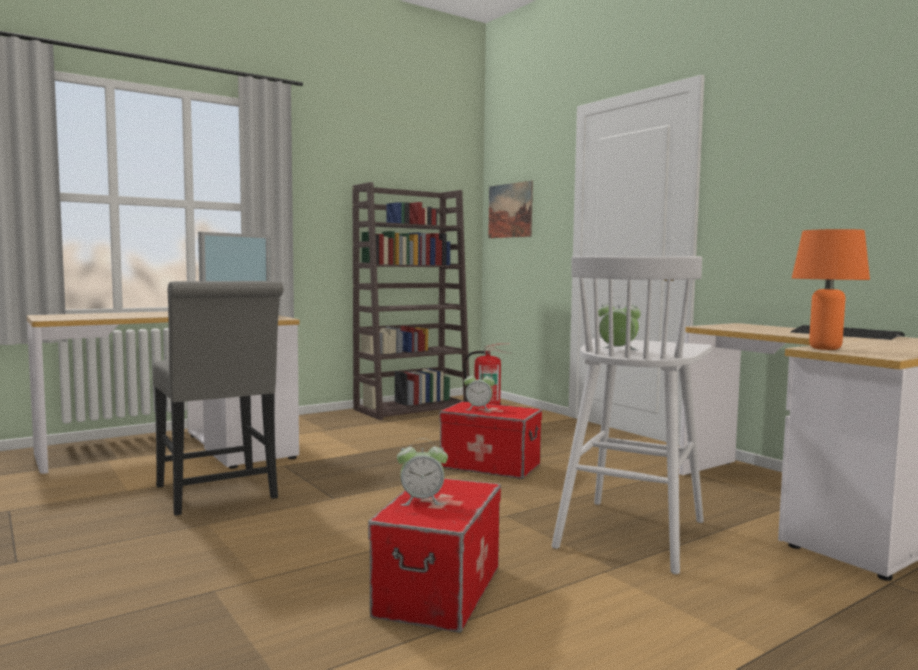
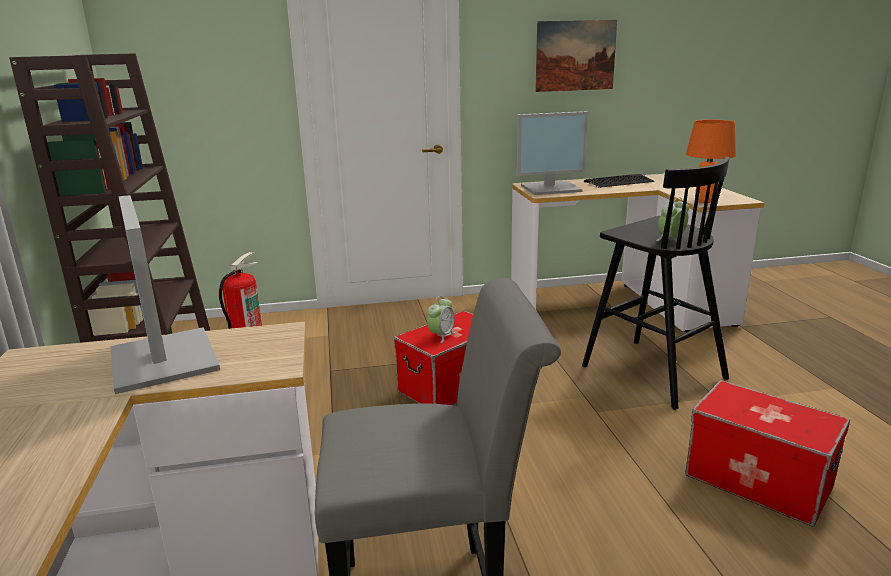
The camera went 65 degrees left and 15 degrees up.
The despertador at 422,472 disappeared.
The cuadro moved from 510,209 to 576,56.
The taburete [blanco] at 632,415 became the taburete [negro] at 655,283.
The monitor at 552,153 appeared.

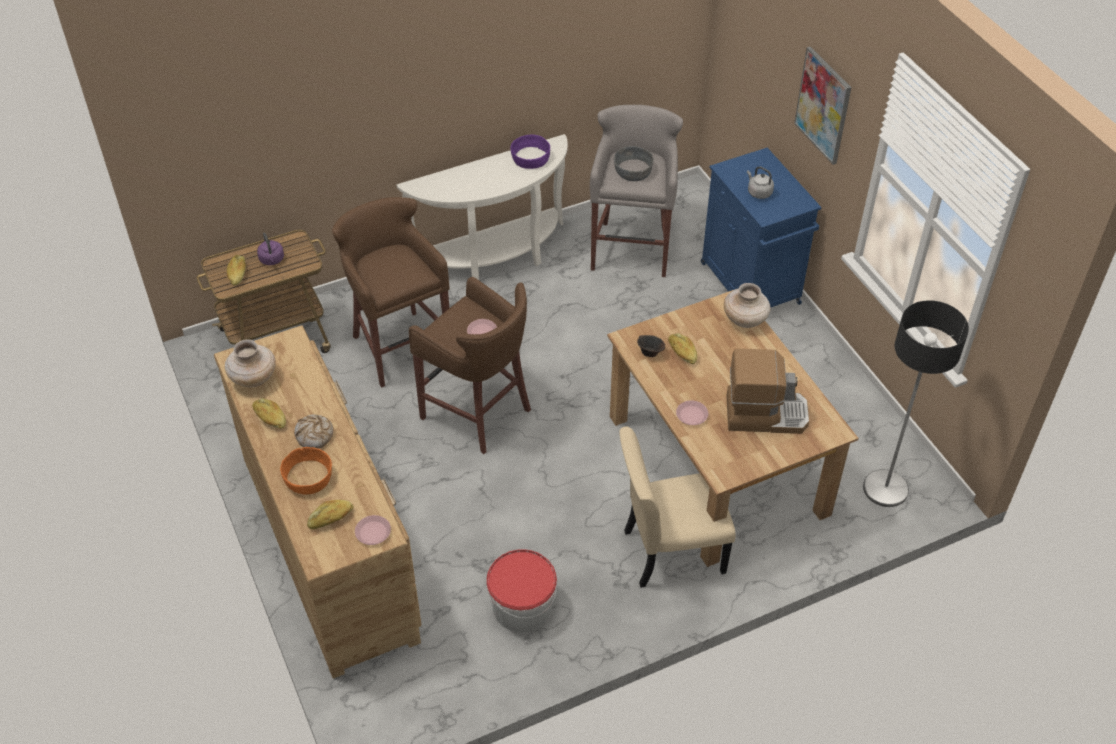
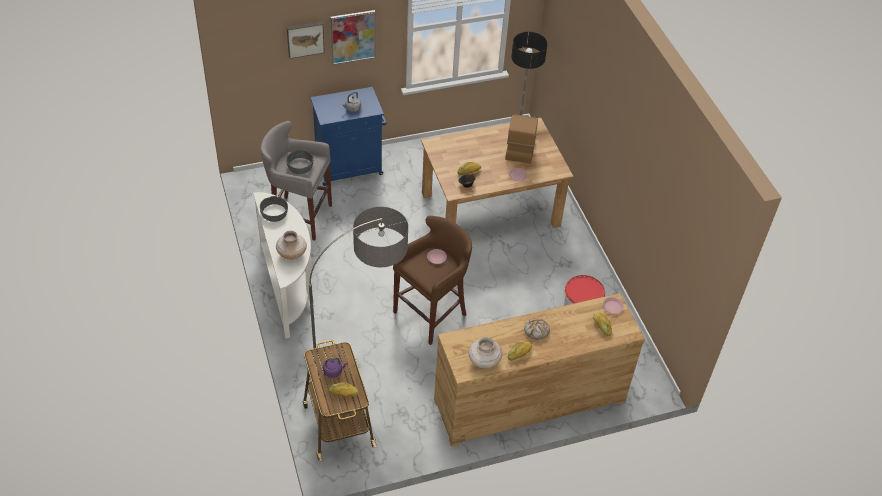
The camera went 85 degrees left and 0 degrees up.
The cuenco [naranja] at 306,470 disappeared.
The taburete [marrón] at 391,292 was replaced by the lámpara de pie at 358,291.
The cuenco [morado] at 530,152 became the cuenco [gris] at 274,209.
The silla [beis] at 677,507 disappeared.
The florero [beis] moved from 747,305 to 291,245.
The cuadro at 306,40 appeared.

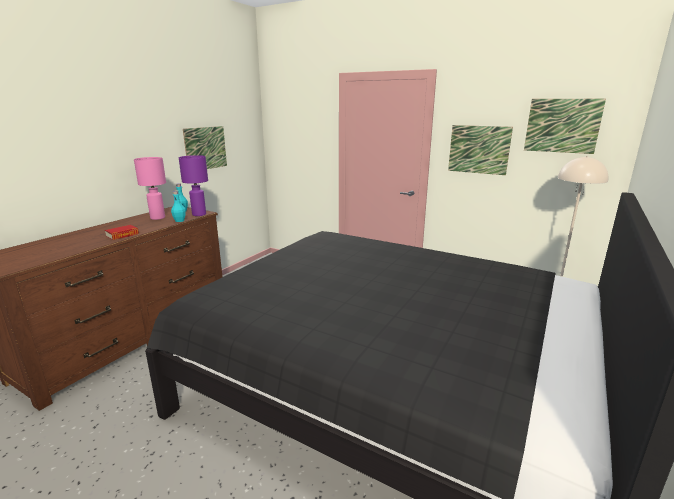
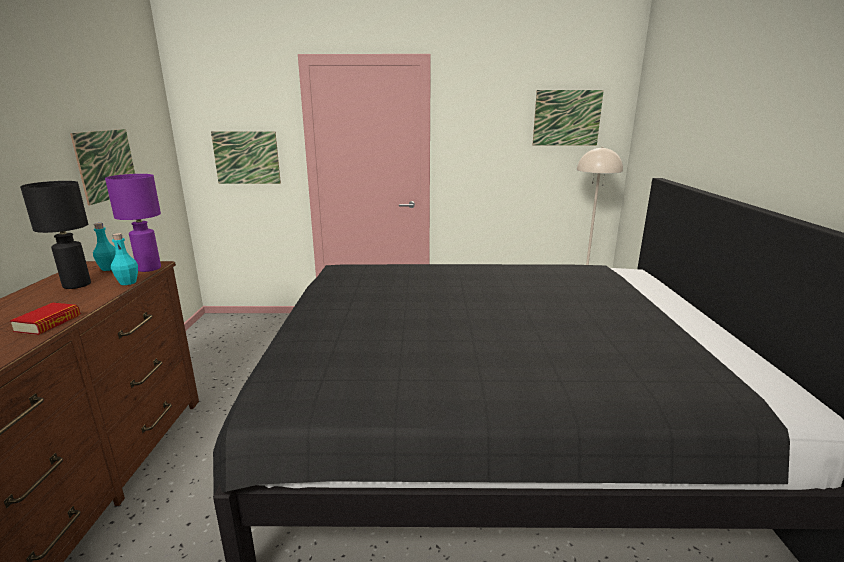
The camera went 30 degrees left and 0 degrees up.
The lámpara de mesa [rosa] at 150,188 became the lámpara de mesa [negro] at 55,235.
The cuadro moved from 480,150 to 246,157.

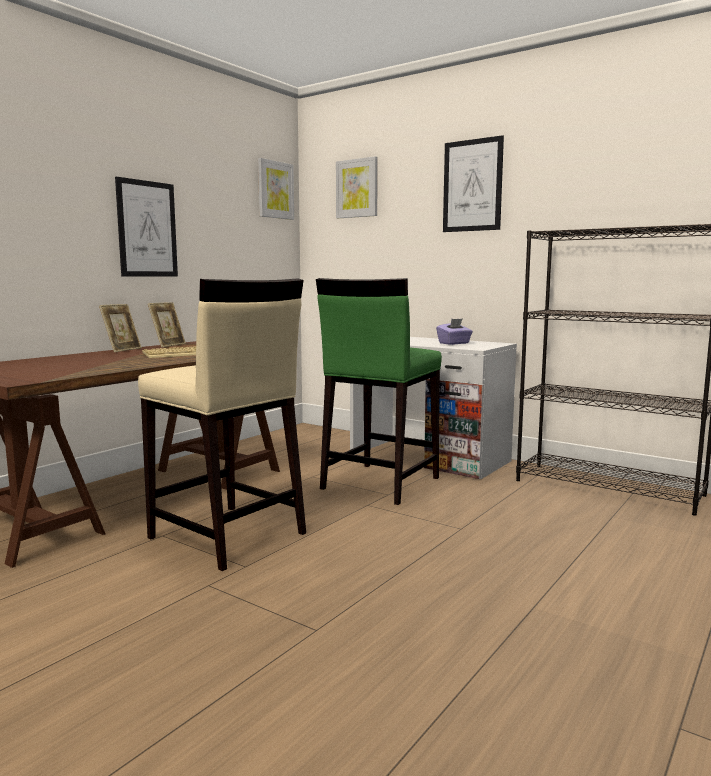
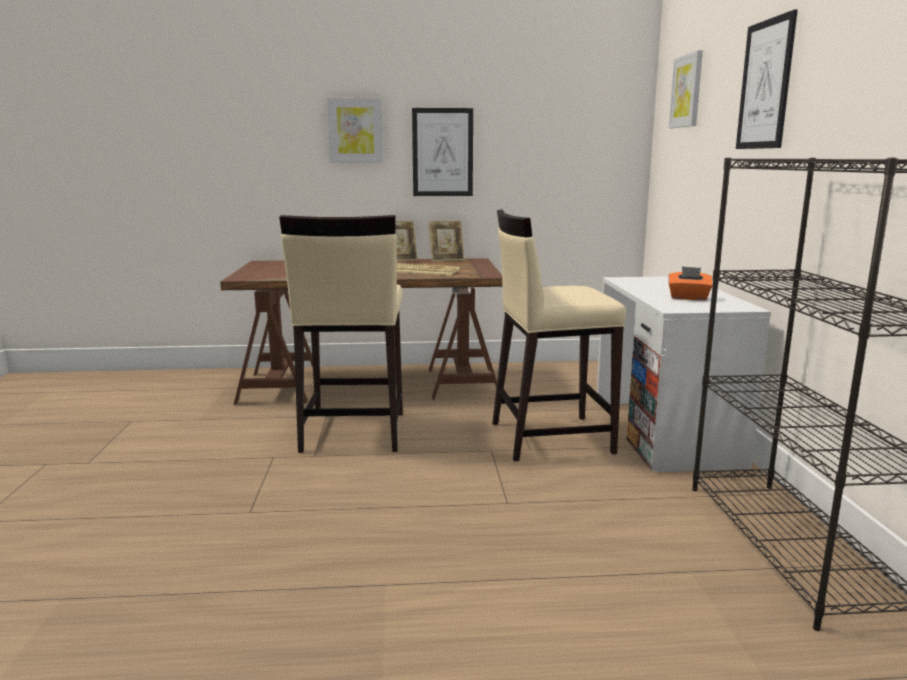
The camera went 50 degrees right and 5 degrees up.
The cuadro moved from 276,189 to 355,130.
The taburete [verde] at 379,391 became the taburete [beis] at 559,335.
The caja de pañuelos [morado] at 454,332 became the caja de pañuelos [naranja] at 691,283.

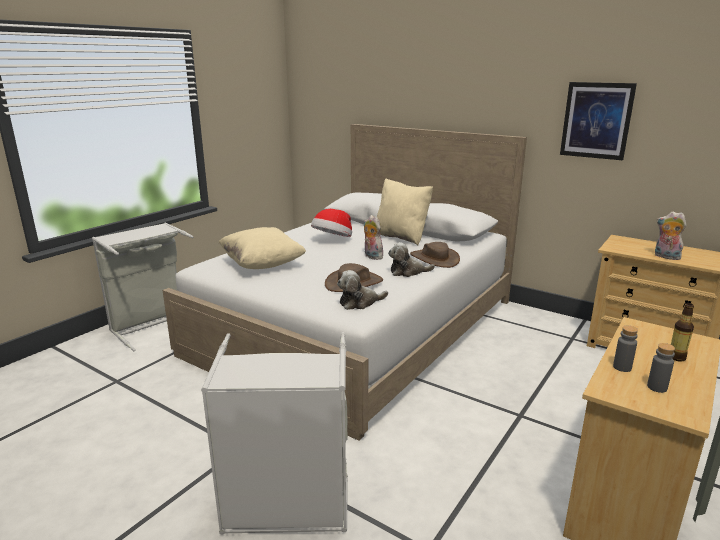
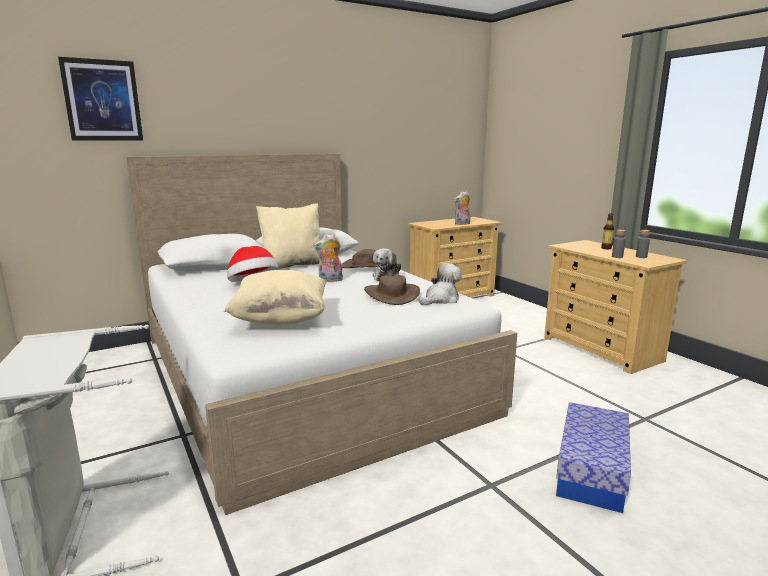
The camera went 65 degrees left and 5 degrees down.
The cesto de la ropa [gris] at 274,433 was replaced by the caja de almacenaje at 593,457.
The peluche at 362,290 turned 135 degrees counterclockwise.
The cuadro moved from 598,121 to 100,99.

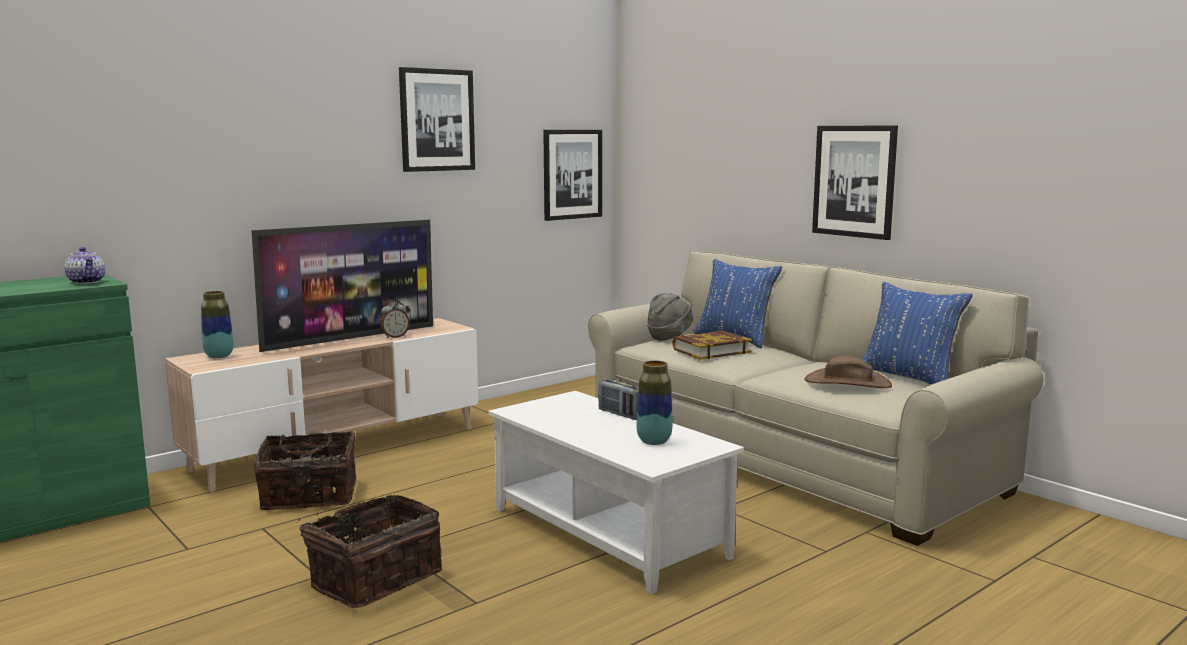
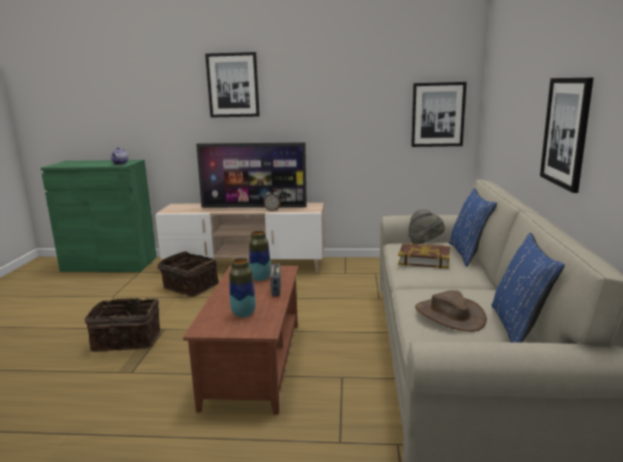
The camera went 45 degrees right and 5 degrees up.
The florero moved from 217,324 to 260,256.
The cuadro moved from 437,119 to 232,85.
The mesa de centro [blanco] at 616,493 became the mesa de centro [marrón] at 241,340.

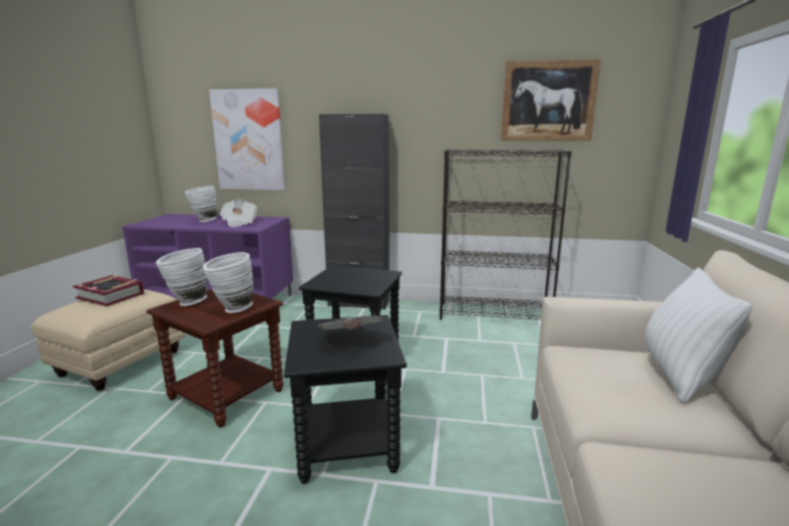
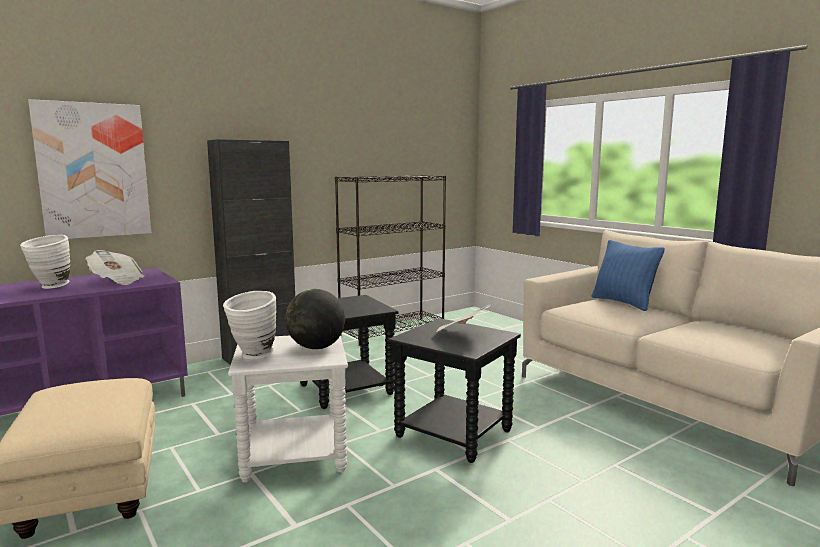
The camera went 45 degrees left and 5 degrees down.
The libro at 108,290 disappeared.
The mesa auxiliar [marrón] at 215,358 became the mesa auxiliar [blanco] at 288,409.
The florero [blanco] at 228,282 was replaced by the globo terráqueo at 315,319.
The cuadro at 551,100 disappeared.
The cojín [blanco] at 698,336 became the cojín [azul] at 628,275.

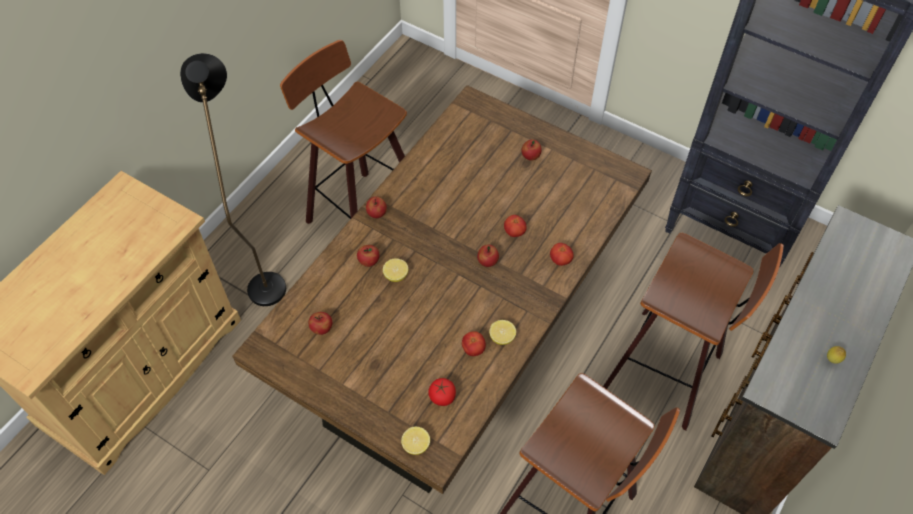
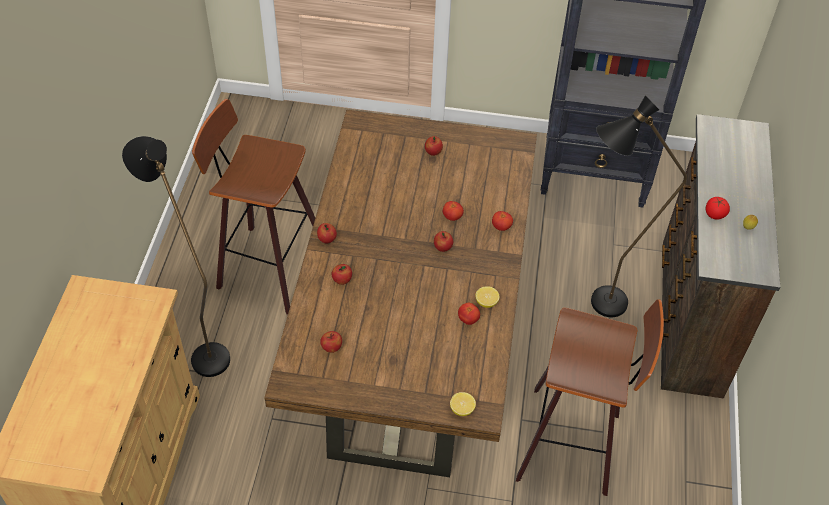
The camera went 25 degrees left and 5 degrees down.
The limón at 395,270 disappeared.
The tomate moved from 442,392 to 718,208.
The taburete at 693,331 was replaced by the lámpara de pie [negro] at 639,206.

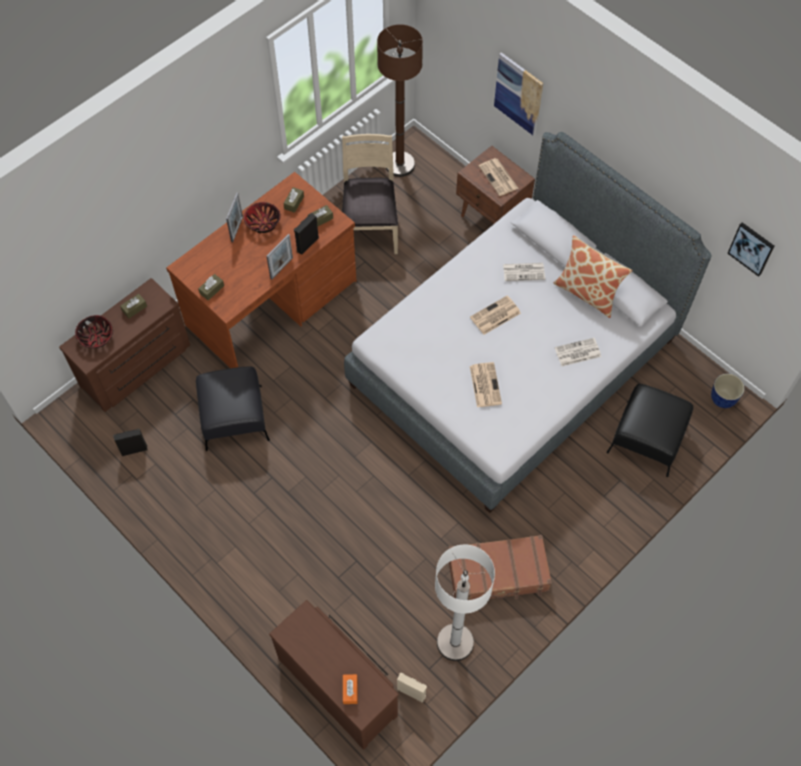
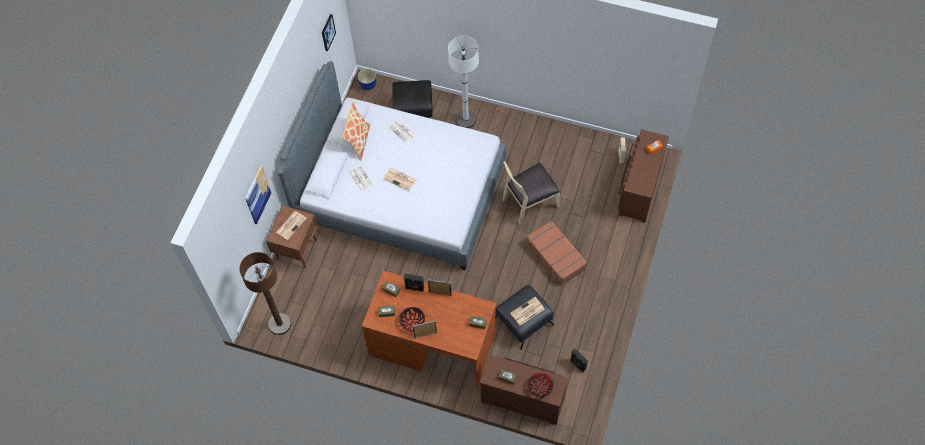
The camera went 115 degrees left and 0 degrees up.
The silla [beis] moved from 370,194 to 531,193.
The lámpara de pie [blanco] moved from 465,602 to 463,82.
The maleta [marrón] moved from 500,567 to 556,253.
The periódico moved from 486,384 to 527,311.

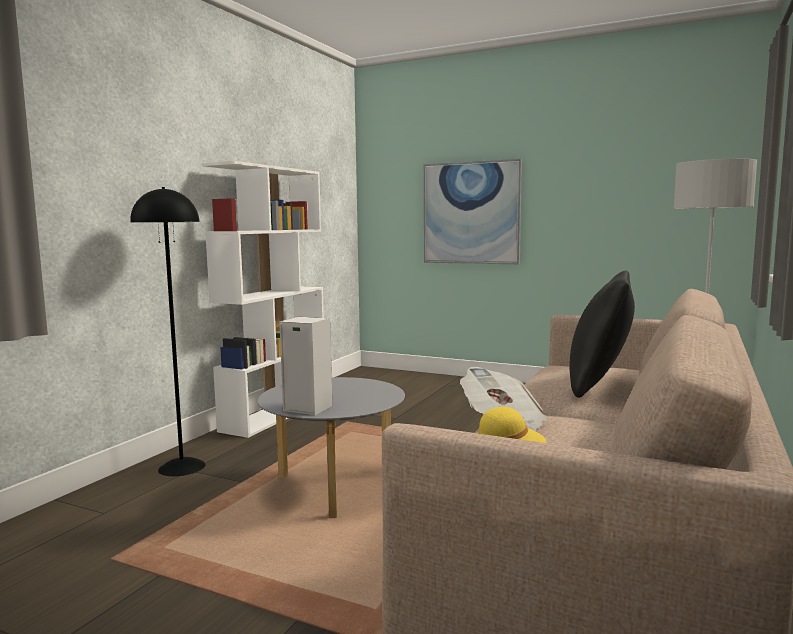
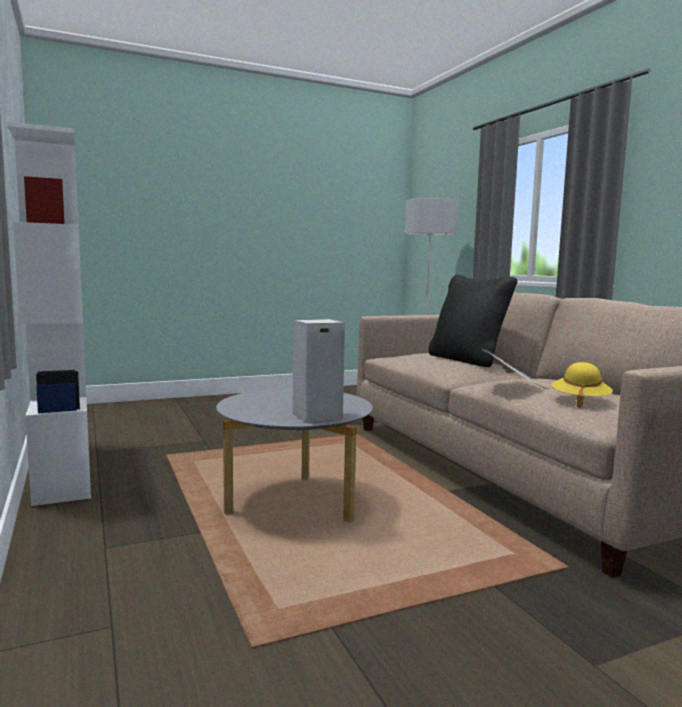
The camera went 50 degrees left and 0 degrees up.
The lámpara de pie [negro] at 168,331 disappeared.
The cuadro at 473,211 disappeared.

